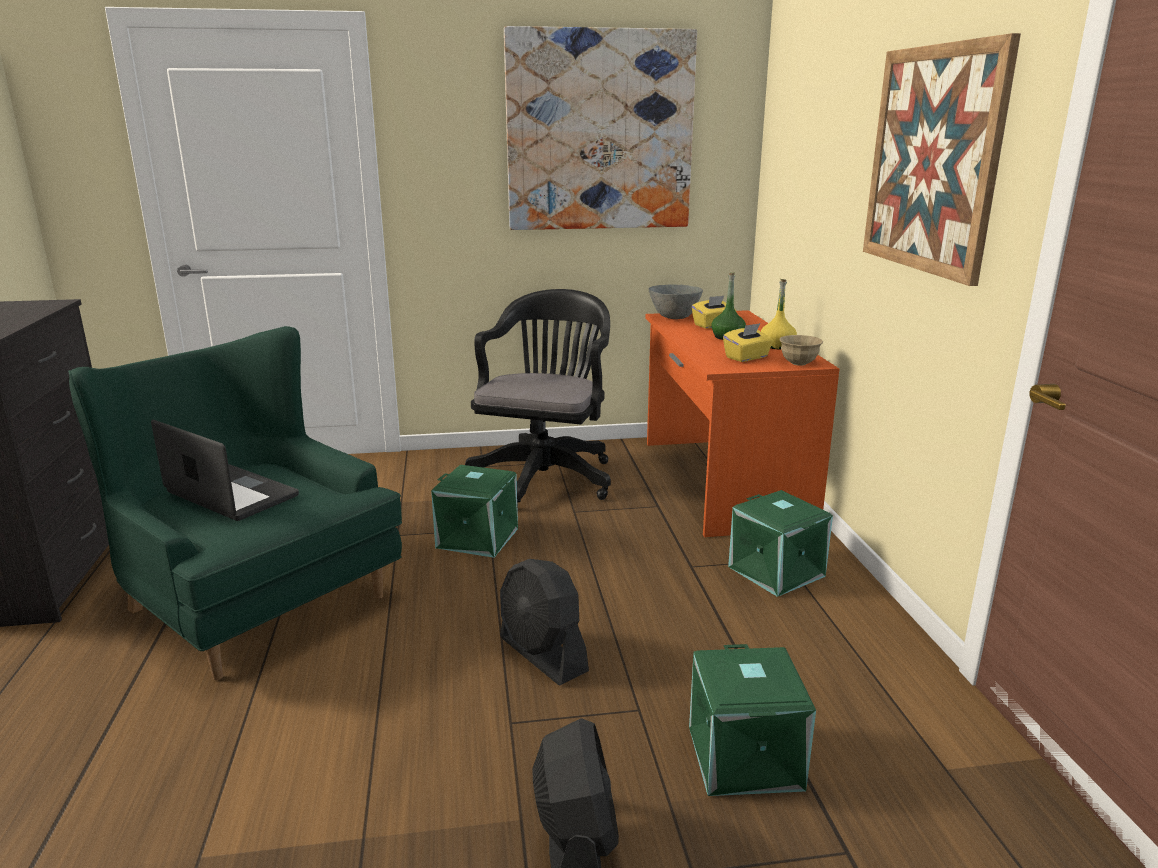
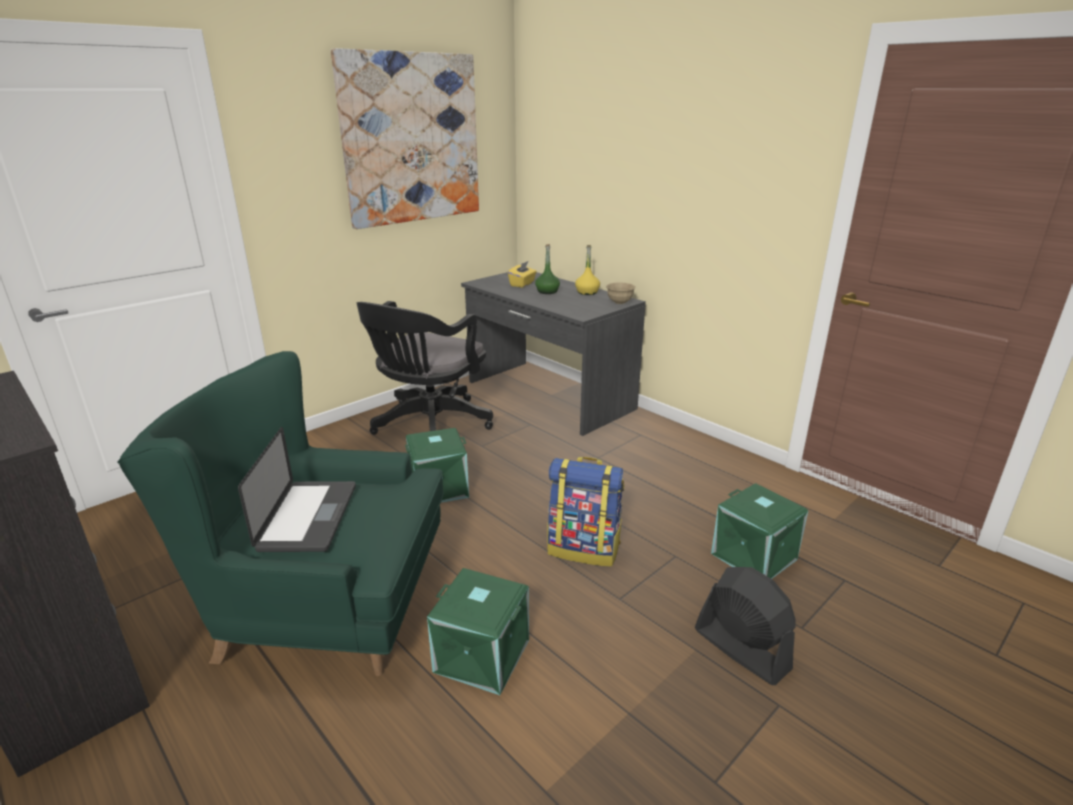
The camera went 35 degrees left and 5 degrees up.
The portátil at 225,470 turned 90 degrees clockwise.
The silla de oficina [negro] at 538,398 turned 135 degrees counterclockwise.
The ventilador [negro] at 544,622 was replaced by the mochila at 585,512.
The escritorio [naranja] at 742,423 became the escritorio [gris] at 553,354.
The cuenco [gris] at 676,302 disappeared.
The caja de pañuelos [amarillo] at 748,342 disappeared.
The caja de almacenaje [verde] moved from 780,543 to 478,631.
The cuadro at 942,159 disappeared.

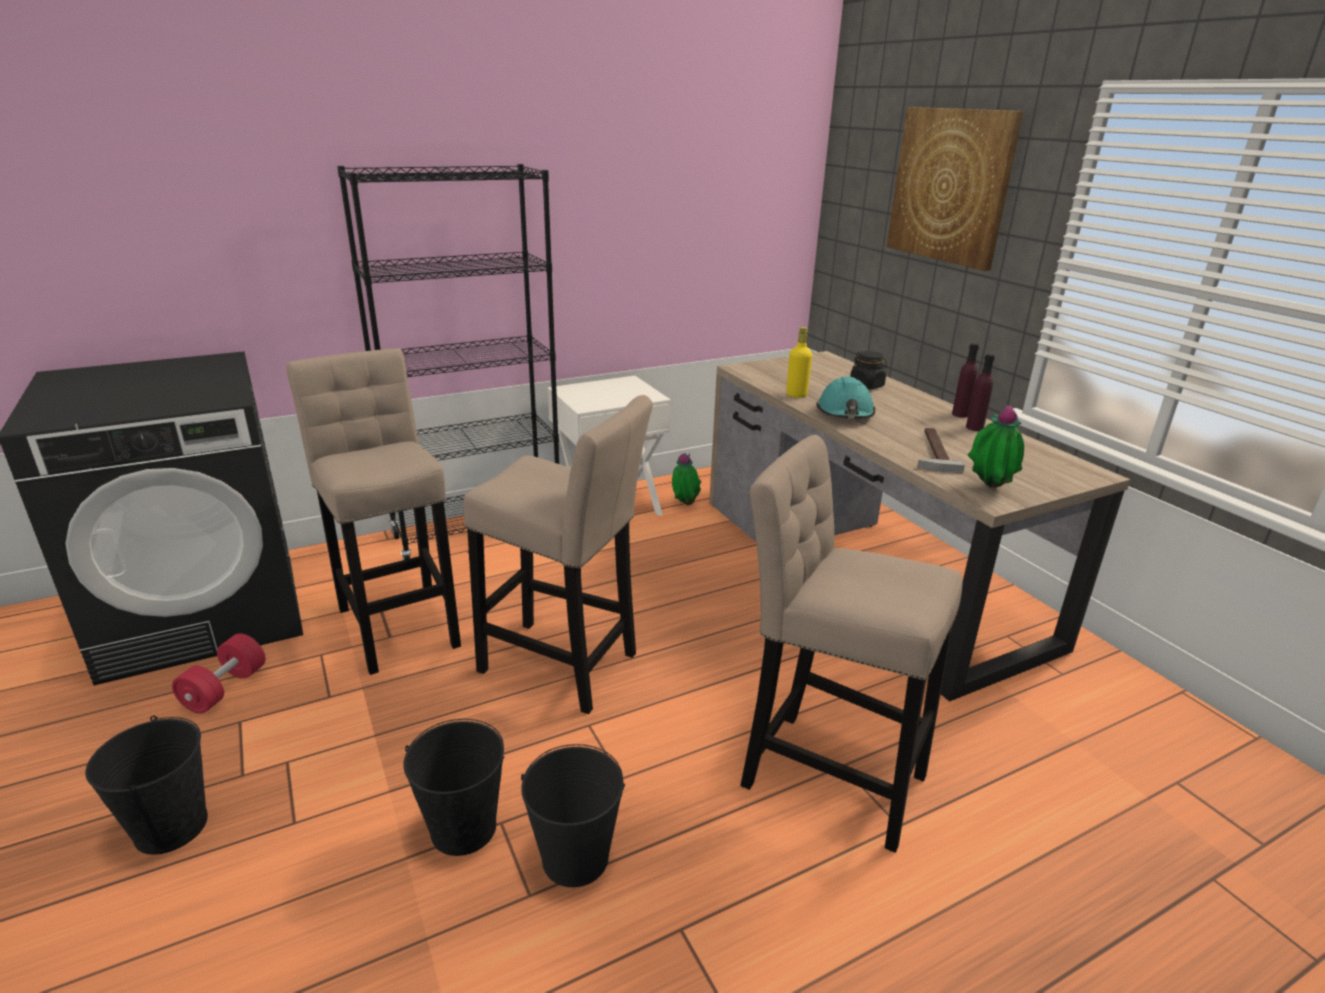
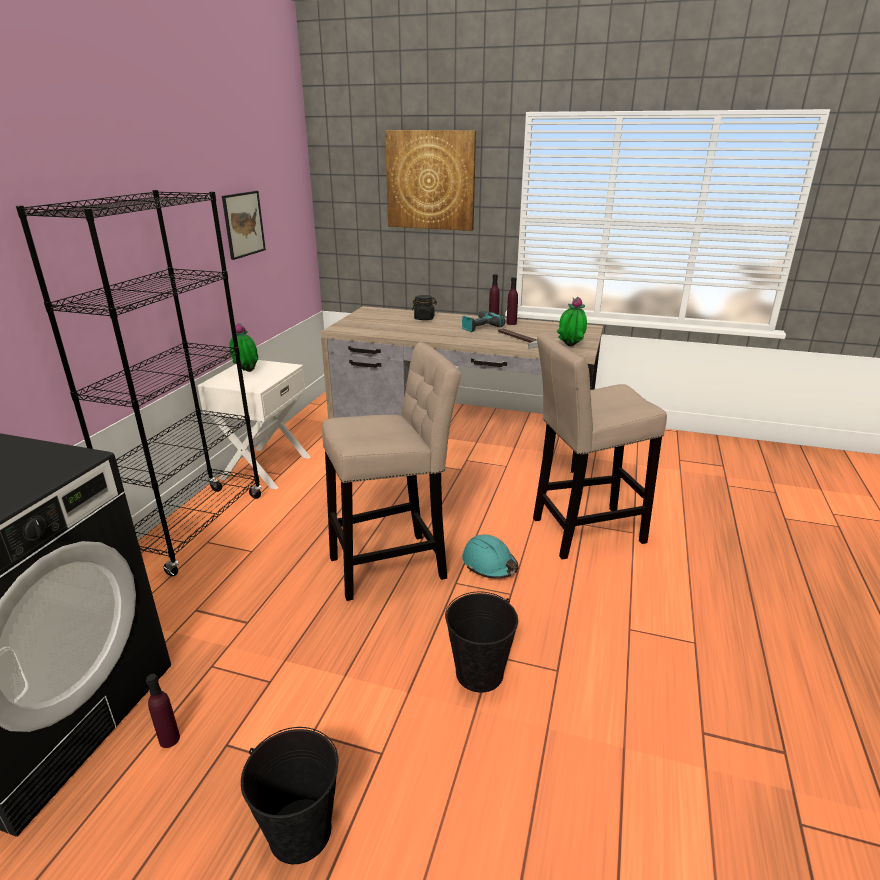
The camera went 45 degrees left and 0 degrees up.
The mancuerna [rojo] at 219,673 was replaced by the botella [morado] at 163,711.
The taburete [beis] at 373,511 disappeared.
The cubo [negro] at 573,815 disappeared.
The planta en maceta moved from 686,479 to 244,347.
The botella [amarillo] at 799,362 disappeared.
The casco [turquesa] moved from 845,397 to 490,556.
The cuadro at 244,225 appeared.
The taladro at 483,321 appeared.

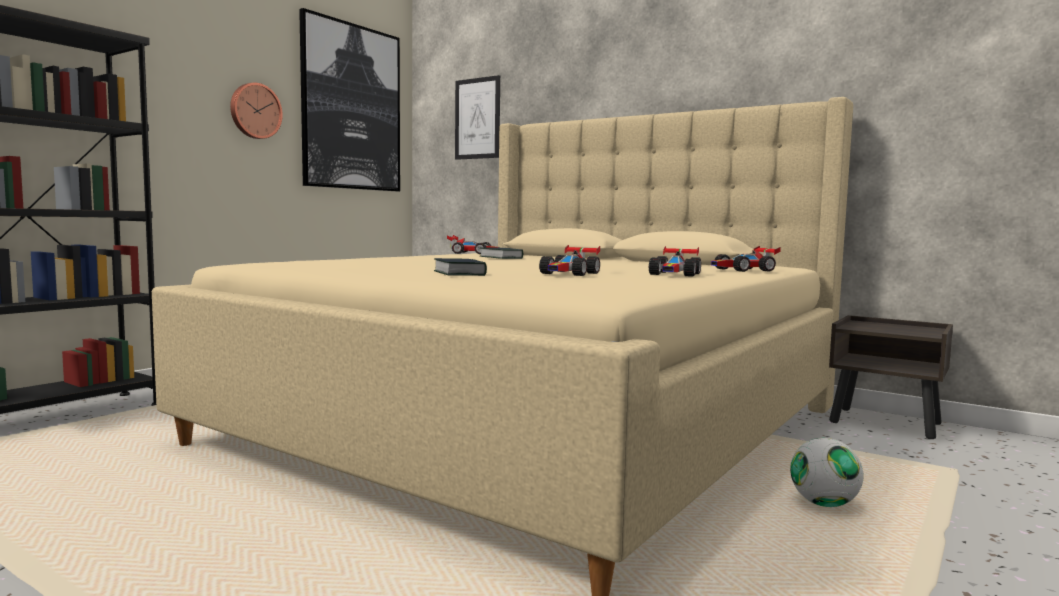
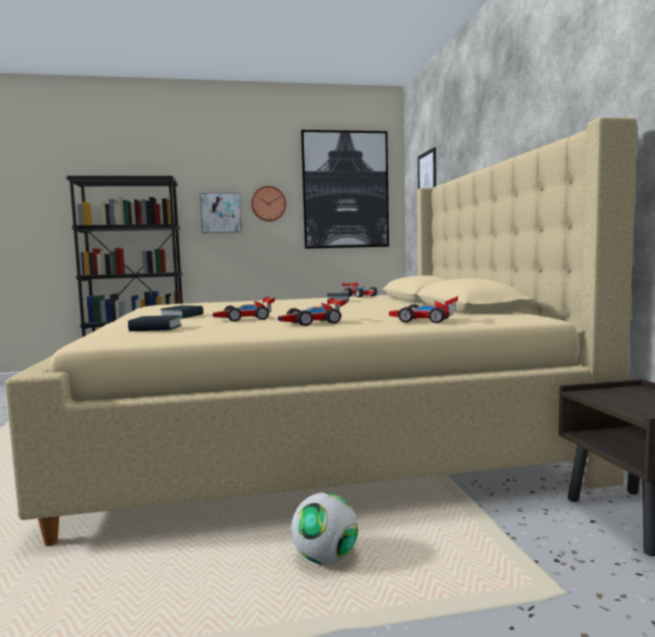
The camera went 45 degrees right and 0 degrees up.
The libro at 155,323 appeared.
The cuadro at 221,213 appeared.

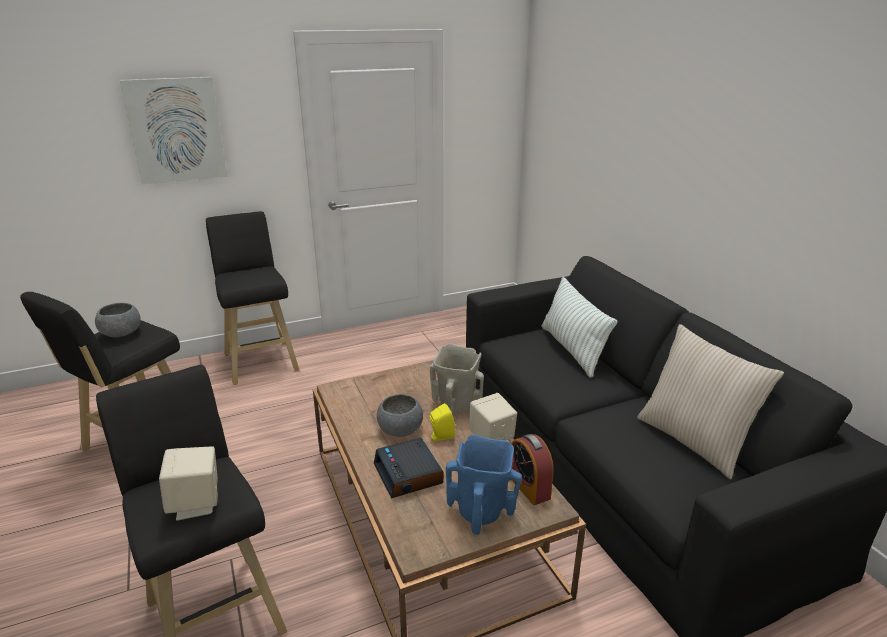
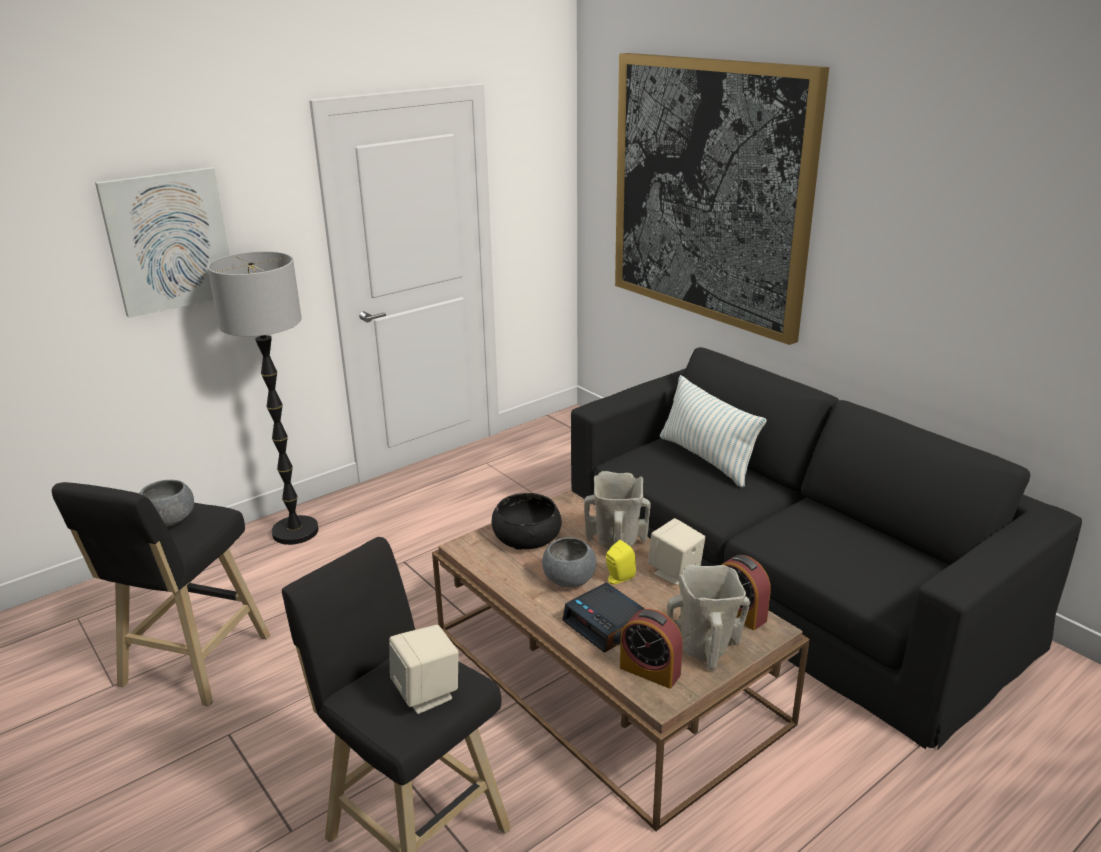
The camera went 15 degrees left and 0 degrees up.
The taburete [negro] at 253,298 was replaced by the lámpara de pie at 263,398.
The florero [azul] at 484,485 became the florero [beis] at 708,617.
The cojín [beis] at 710,401 disappeared.
The cuenco [negro] at 526,521 appeared.
The cuadro at 722,199 appeared.
The despertador at 651,649 appeared.

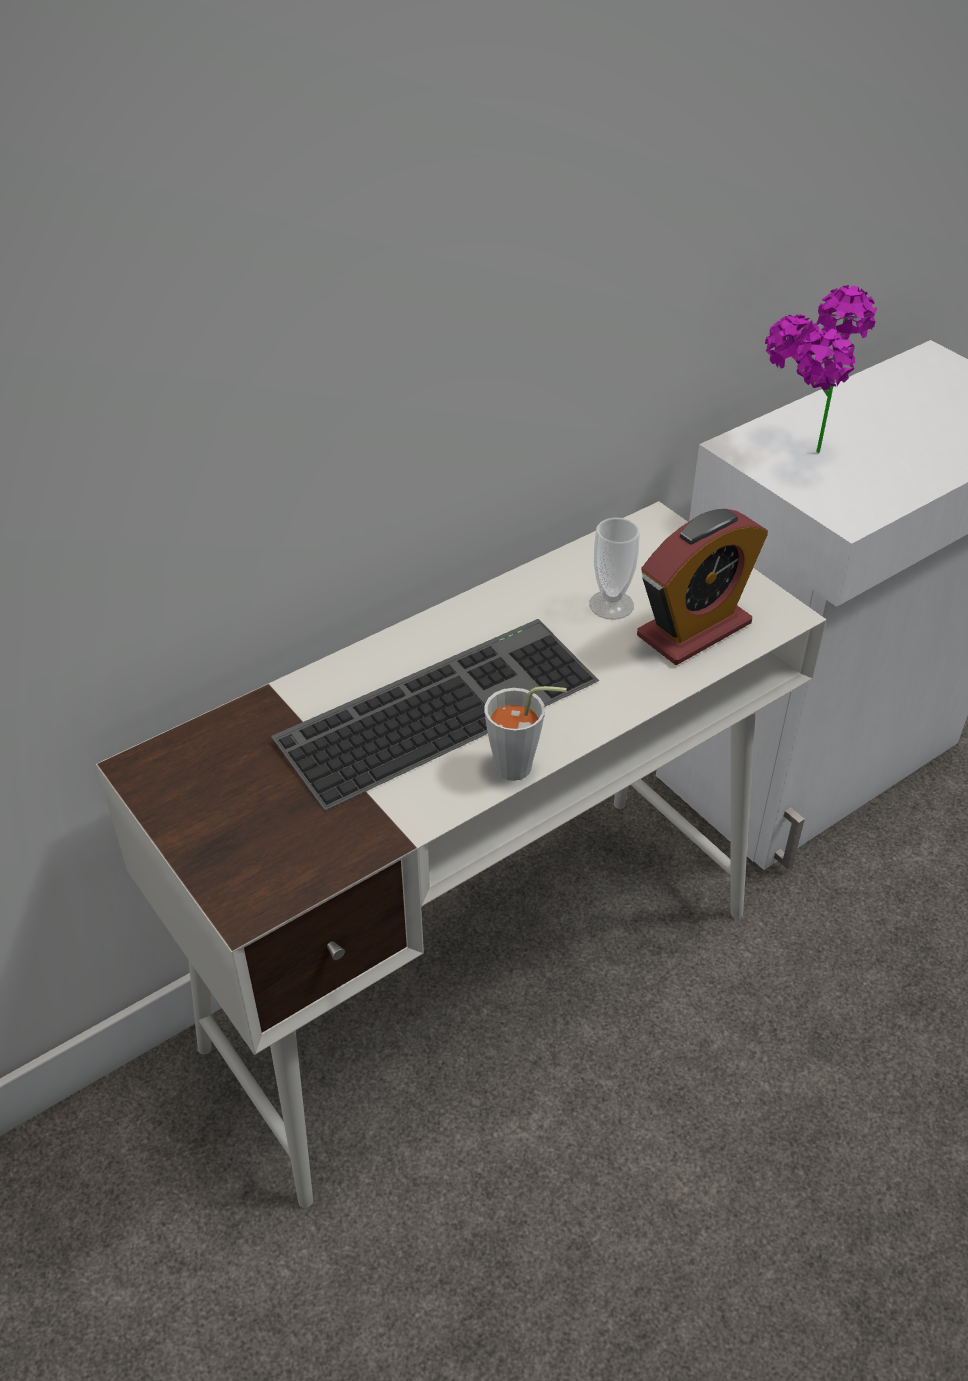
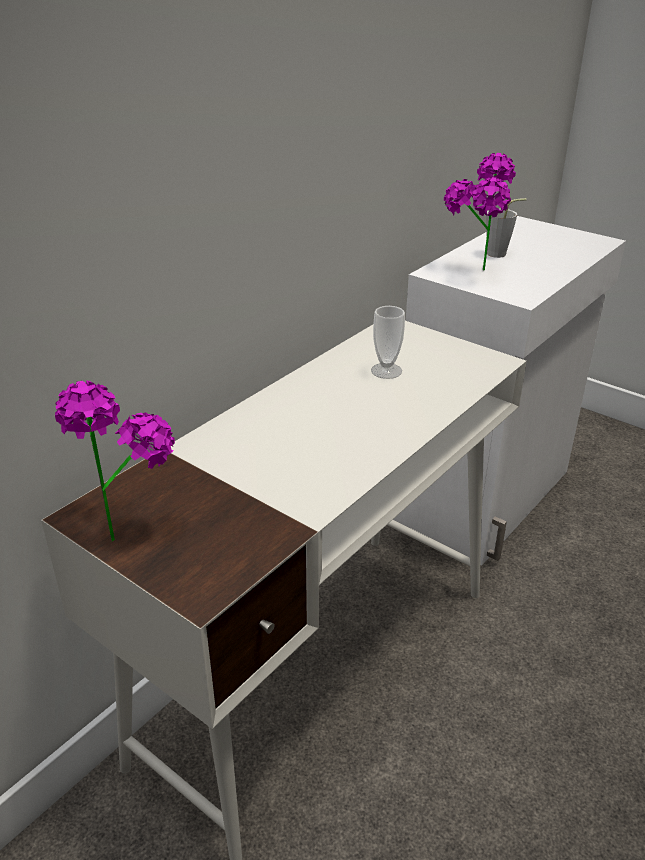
The camera went 15 degrees left and 10 degrees down.
The teclado at 435,714 disappeared.
The taza [gris] moved from 525,733 to 506,228.
The despertador at 702,587 disappeared.
The planta en maceta at 115,461 appeared.

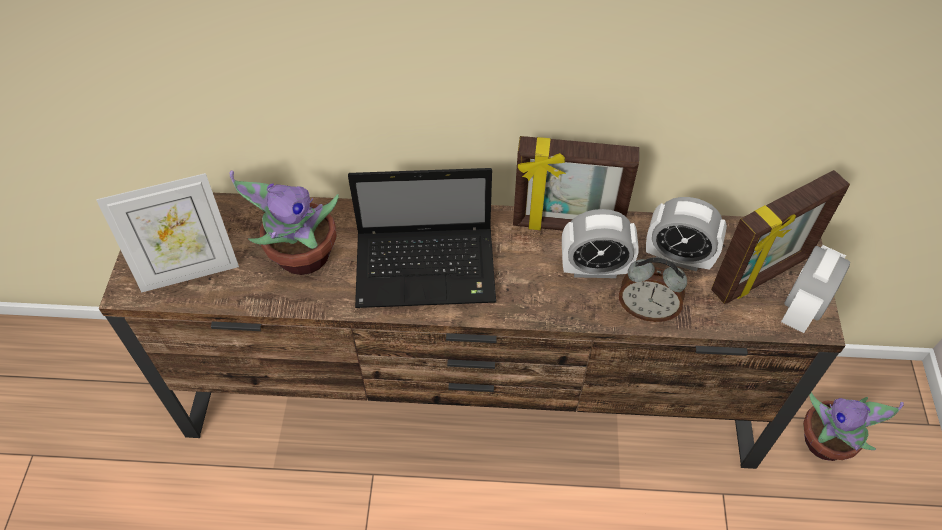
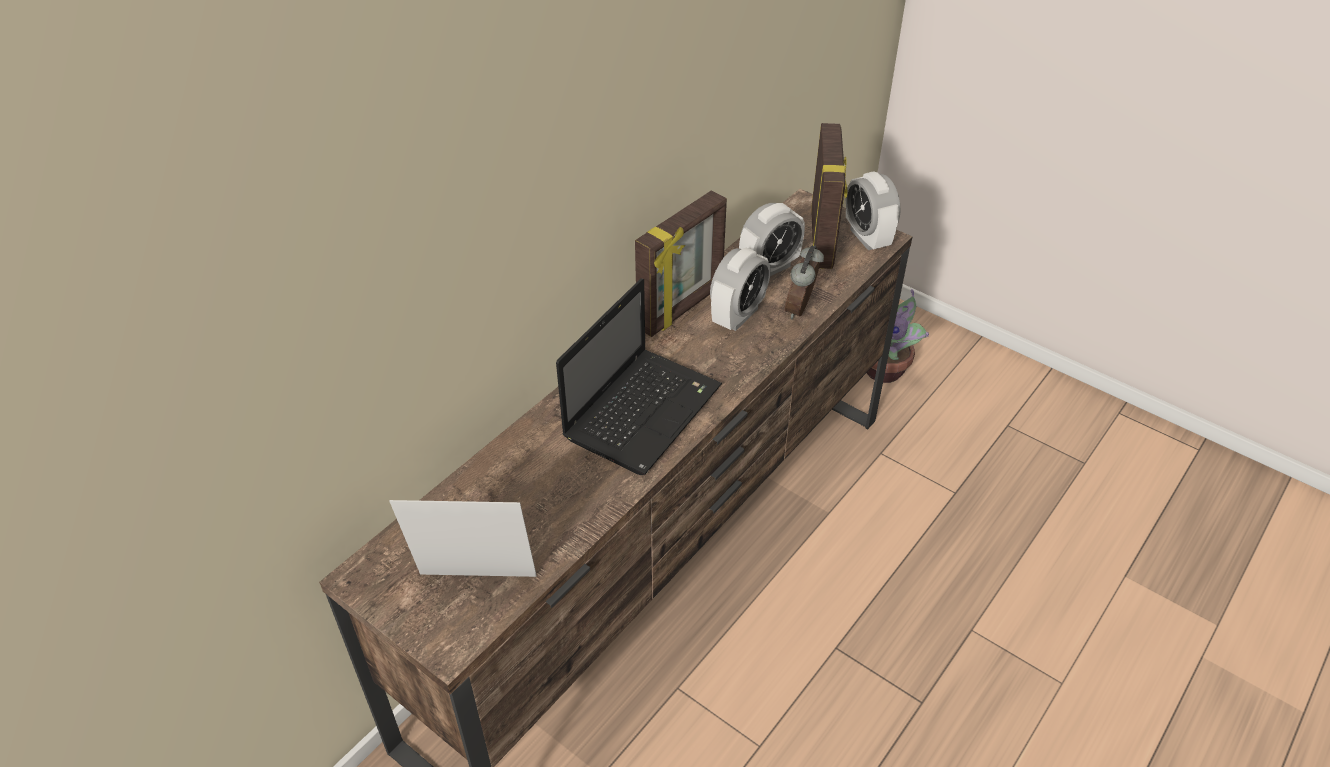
The camera went 55 degrees left and 10 degrees down.
The portarretratos at 167,233 turned 105 degrees counterclockwise.
The planta en maceta at 284,222 disappeared.
The despertador at 653,290 turned 150 degrees clockwise.

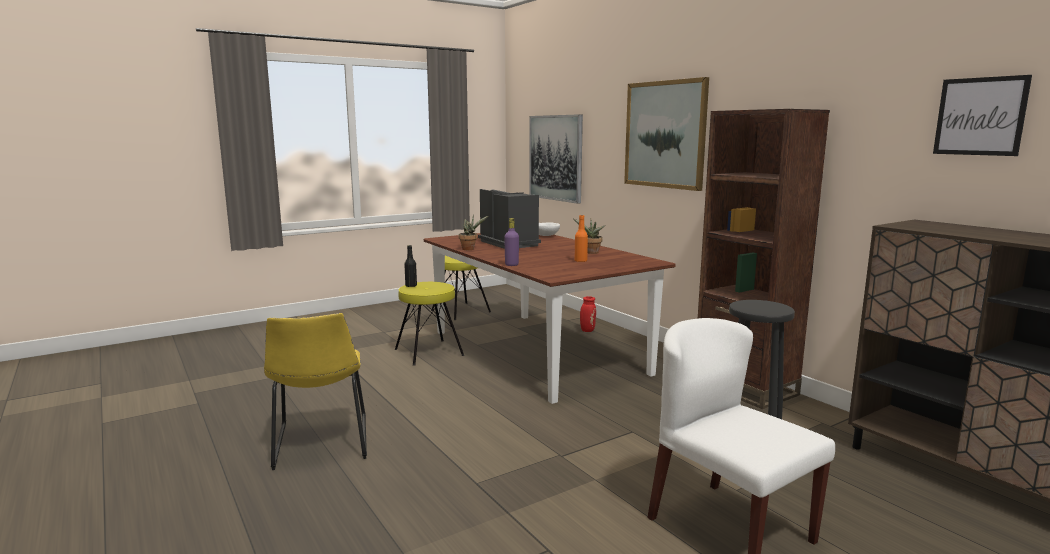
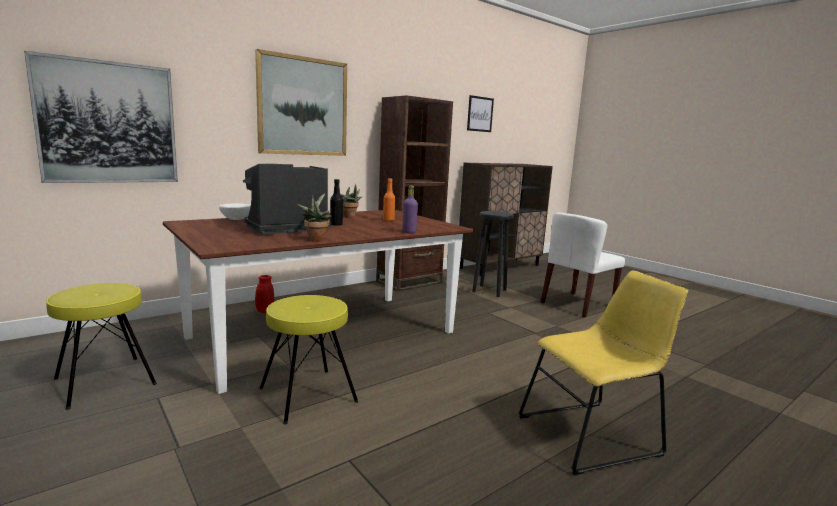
The camera went 95 degrees left and 0 degrees up.
The botella [negro] moved from 410,266 to 336,202.

